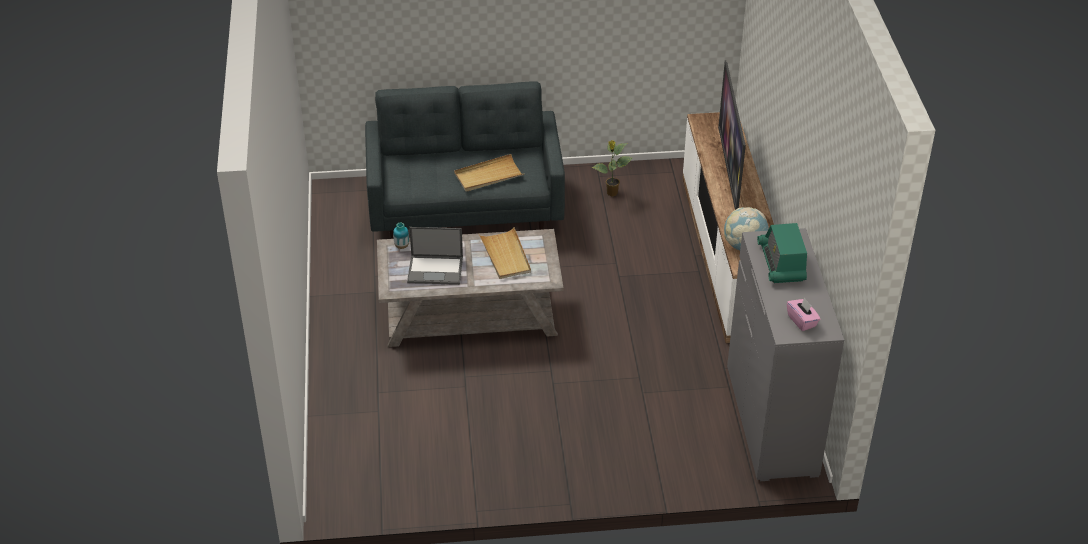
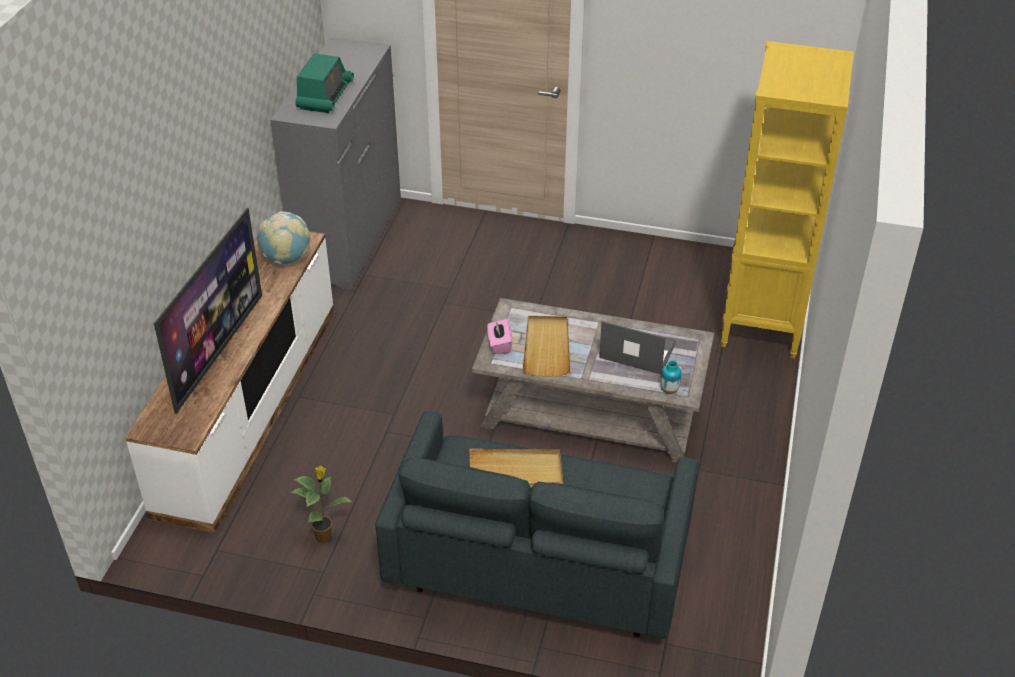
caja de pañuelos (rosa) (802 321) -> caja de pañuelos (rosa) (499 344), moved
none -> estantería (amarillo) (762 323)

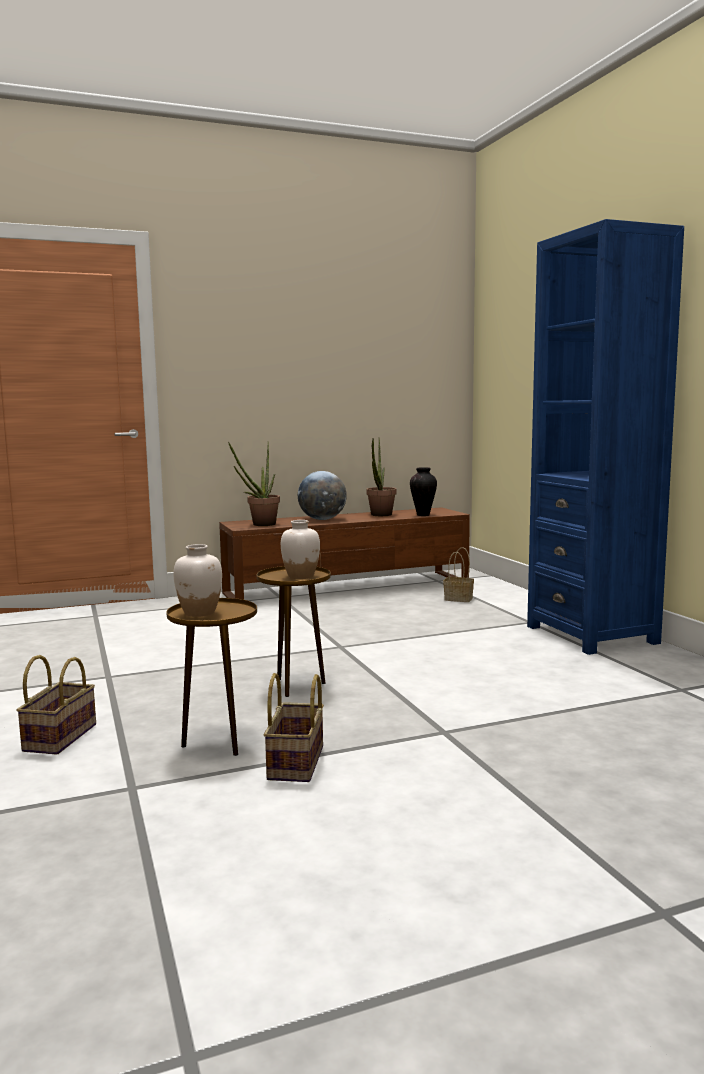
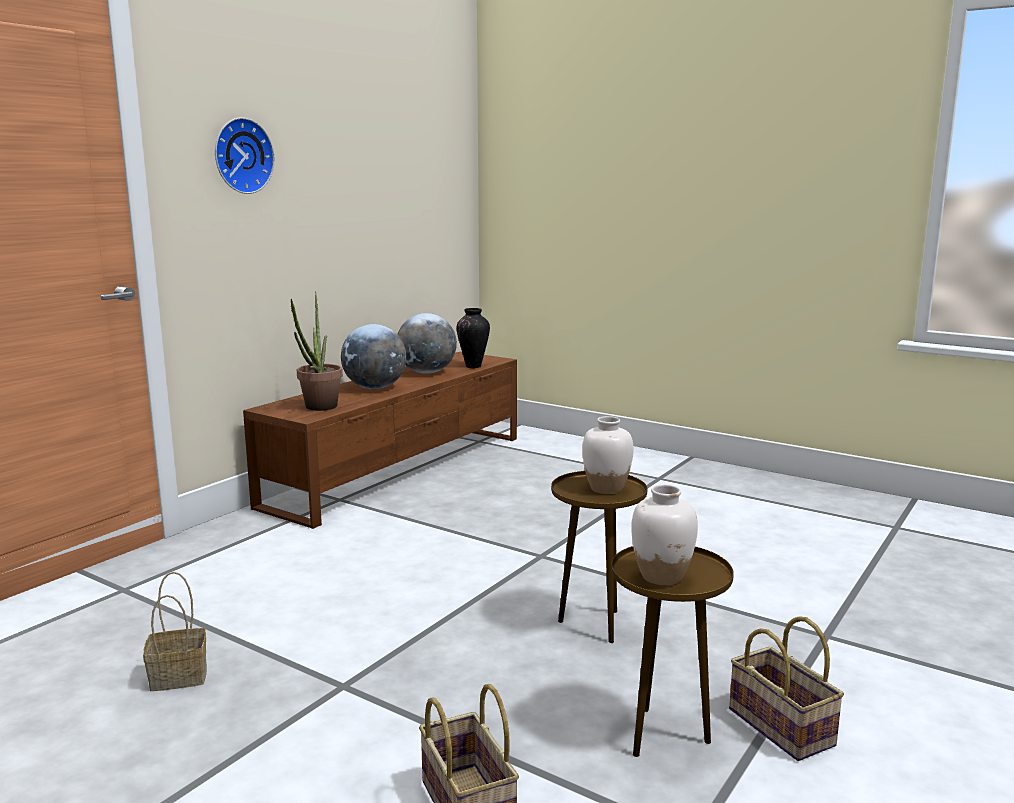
cesta (459 599) -> cesta (181 676), moved
none -> reloj de pared (241 156)
planta en maceta (380 515) -> globo terráqueo (426 372)
estantería (azul) (591 634) -> none

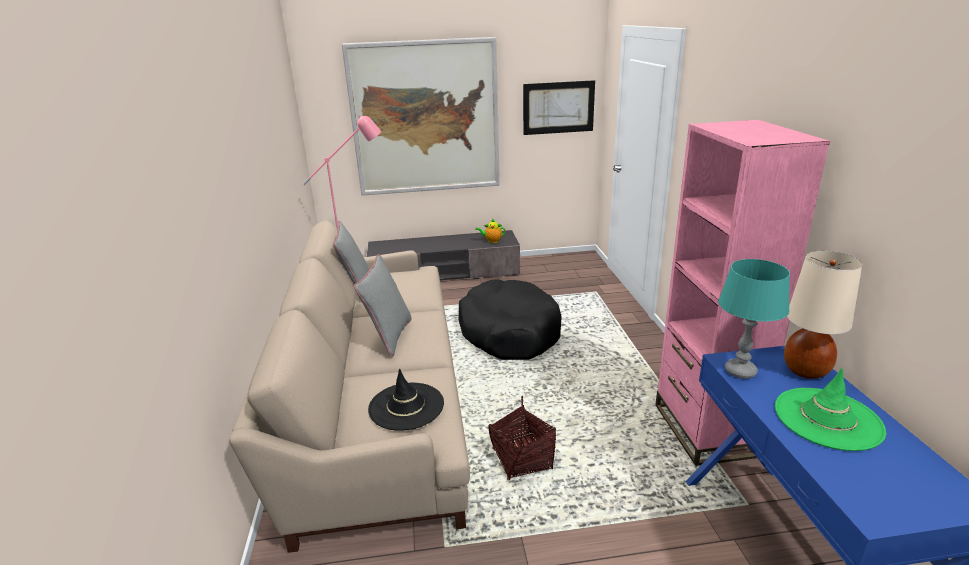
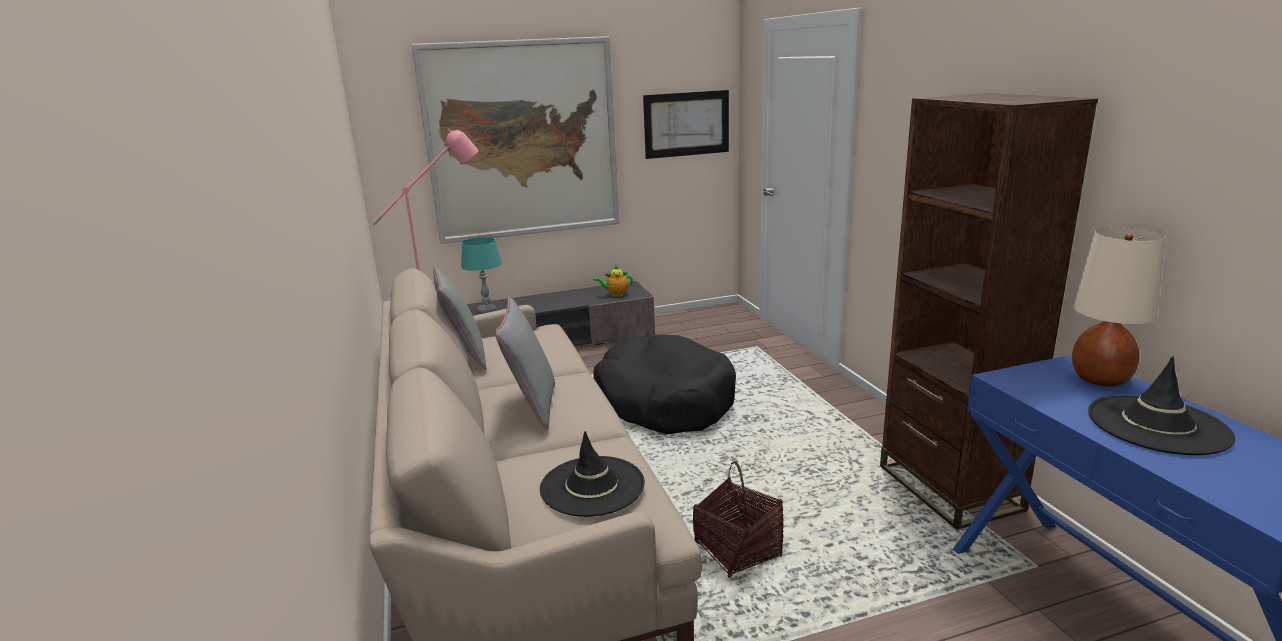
lámpara de mesa (turquesa) (740 371) -> lámpara de mesa (turquesa) (487 310), moved
estantería (rosa) (703 430) -> estantería (marrón) (948 488)
sombrero (verde) (827 419) -> sombrero (negro) (1157 425)

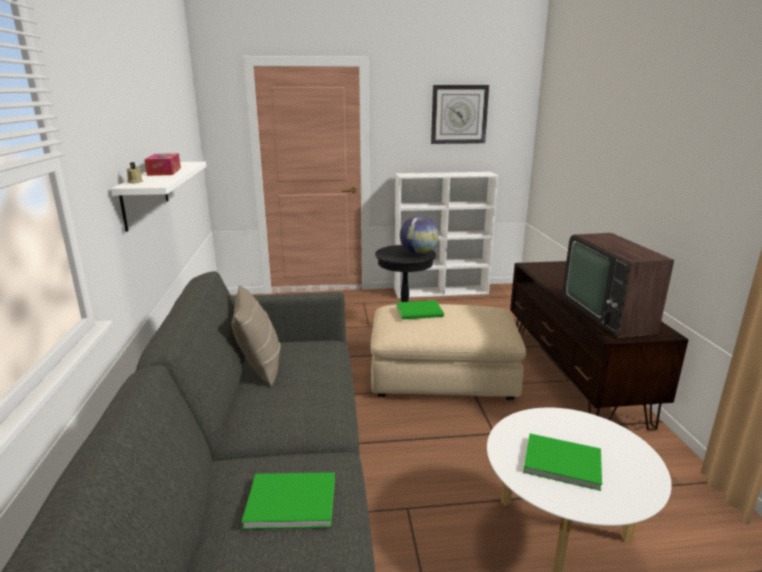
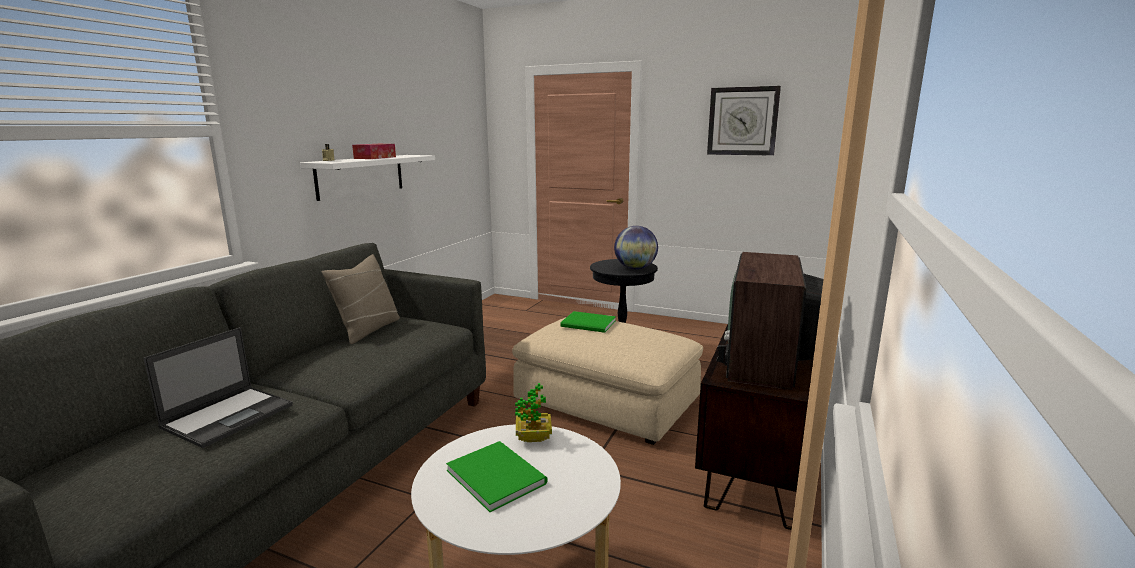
libro (verde) (289 500) -> portátil (229 415)
none -> planta en maceta (533 437)
estantería (blanco) (442 291) -> none

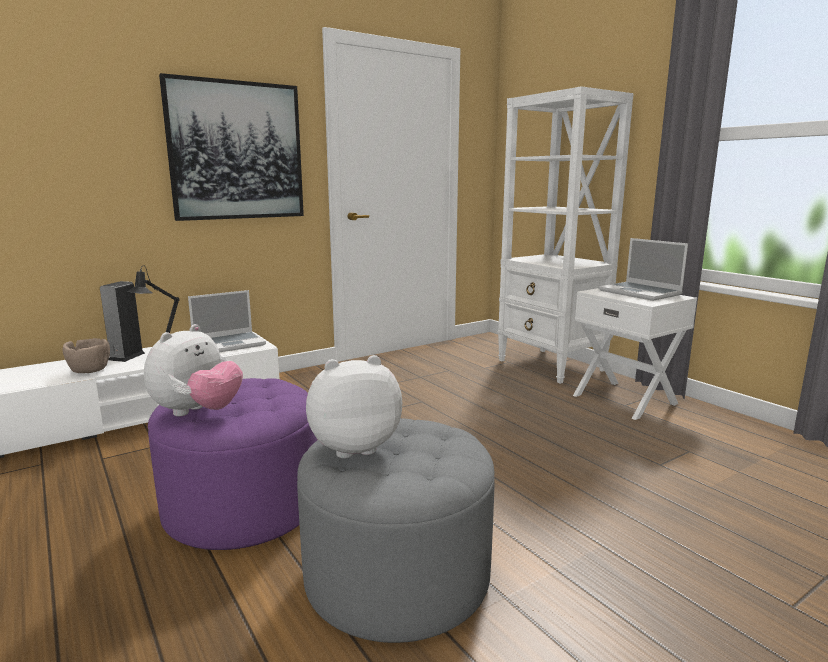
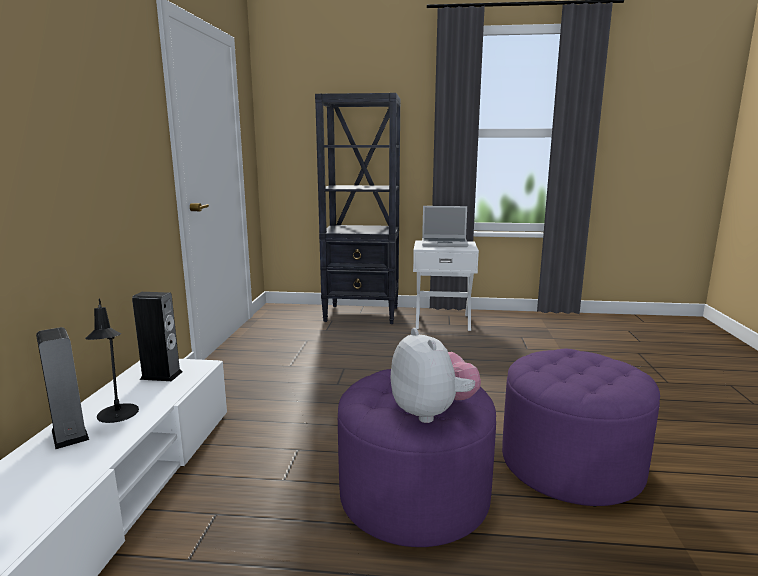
portátil (229 344) -> altavoz (161 375)
estantería (blanco) (551 366) -> estantería (negro) (362 314)
puf (gris) (397 575) -> puf (morado) (571 464)
cuenco (marrón) (89 371) -> none
cuadro (236 151) -> none
peluche (353 447) -> none

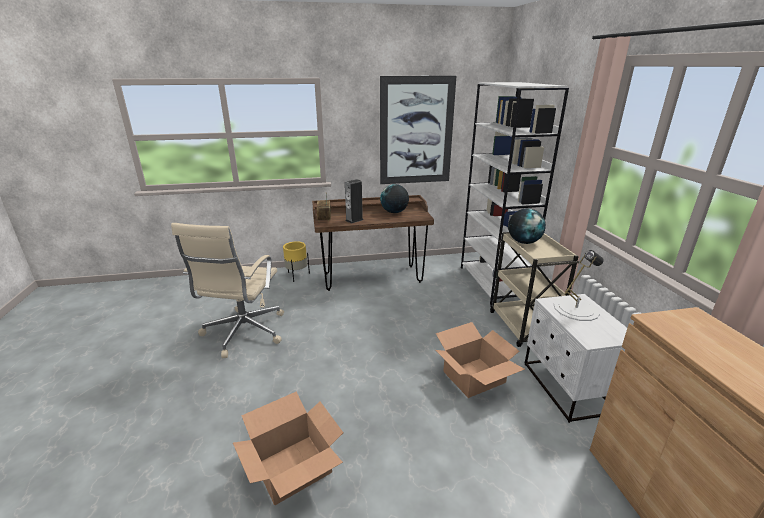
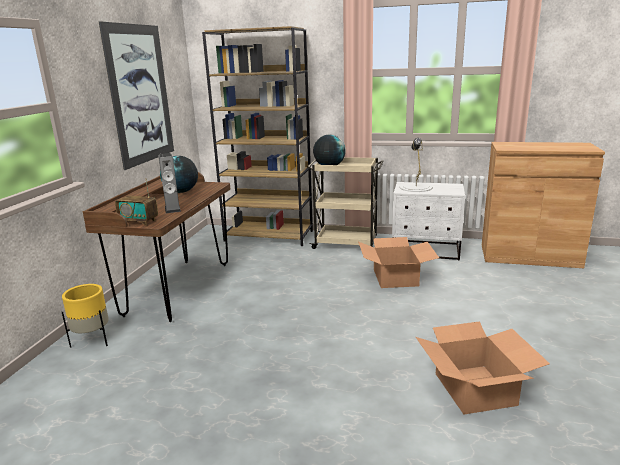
estantería (blanco) (493 283) -> estantería (marrón) (269 236)
silla de oficina (beis) (243 333) -> none

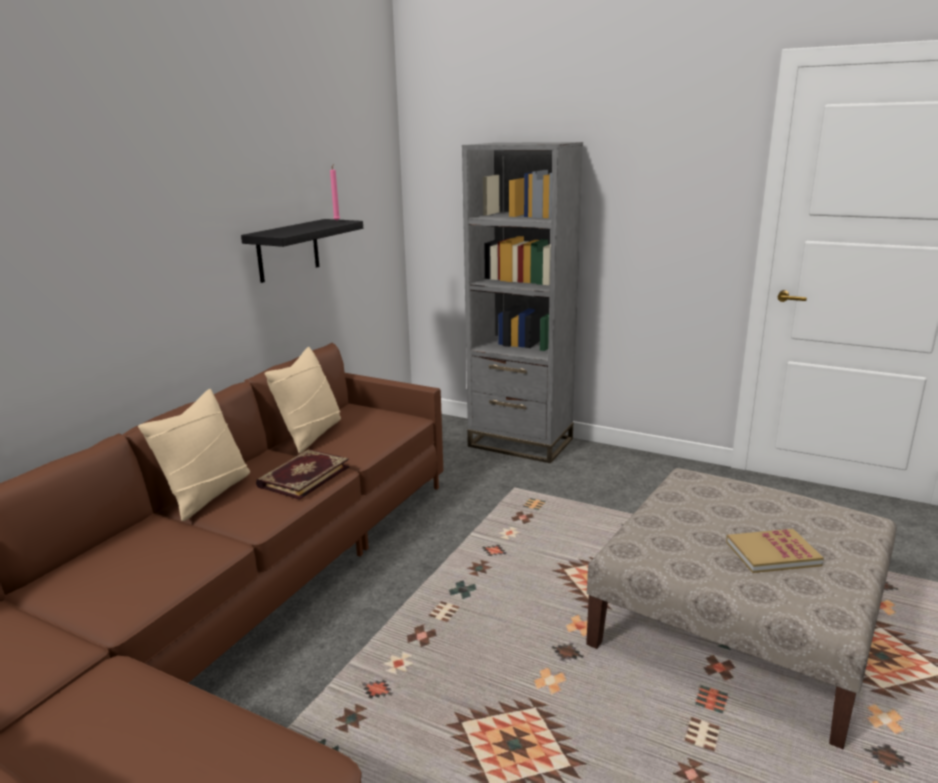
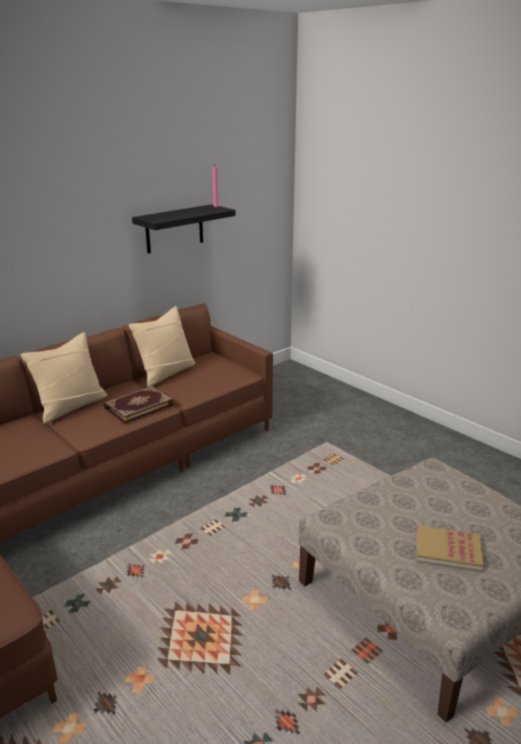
estantería (gris) (520 443) -> none

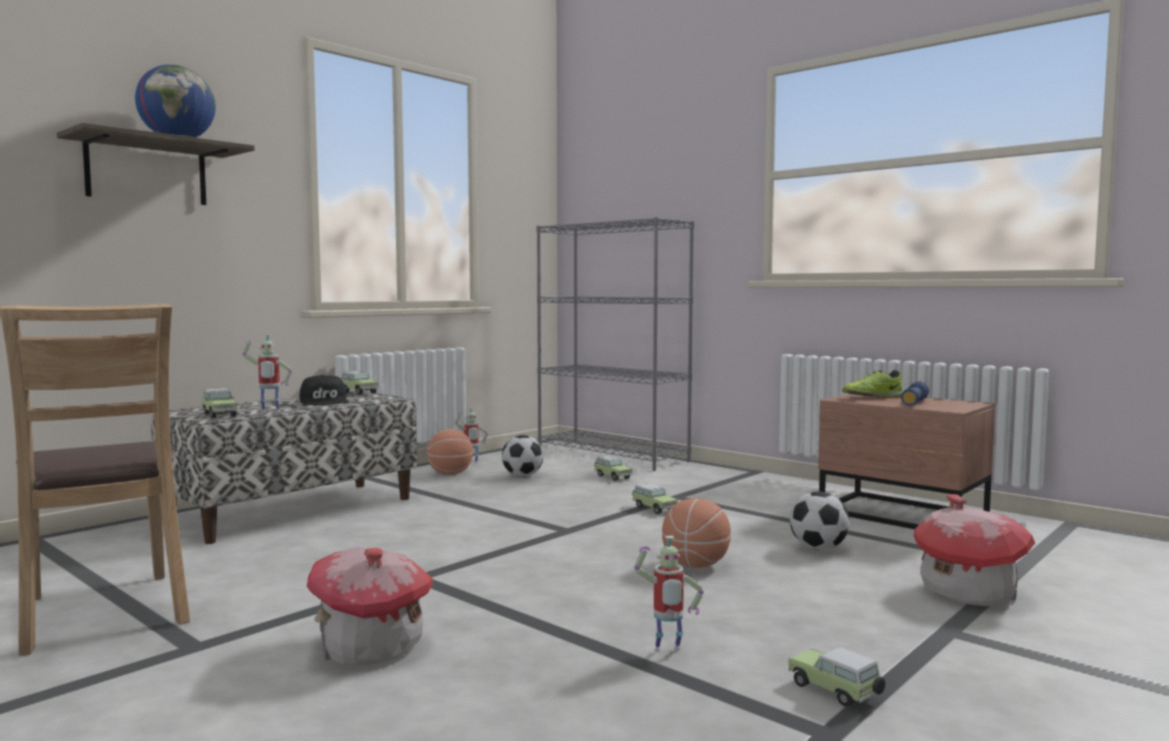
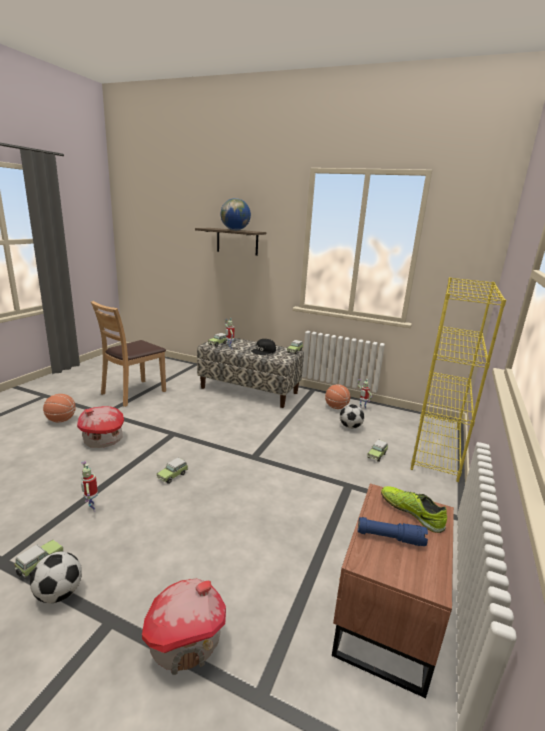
balón de fútbol (818 548) -> balón de fútbol (59 593), moved
balón de baloncesto (695 565) -> balón de baloncesto (61 420), moved
coche de juguete (653 509) -> coche de juguete (173 475), moved
estantería (gris) (613 455) -> estantería (amarillo) (437 447)

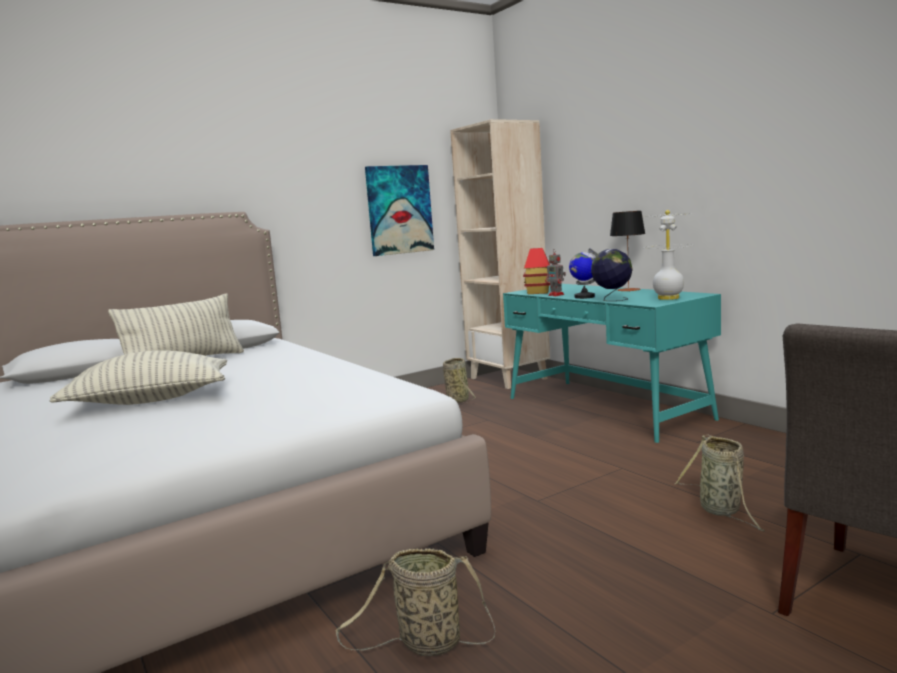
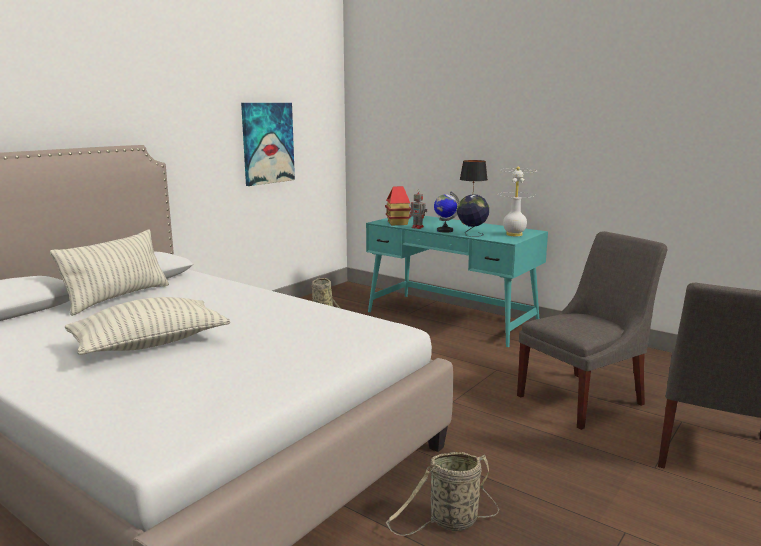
cesta (722 511) -> silla (gris) (584 398)
estantería (beis) (509 378) -> none

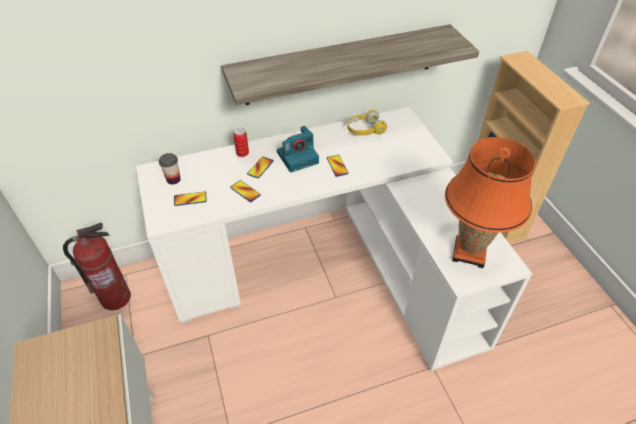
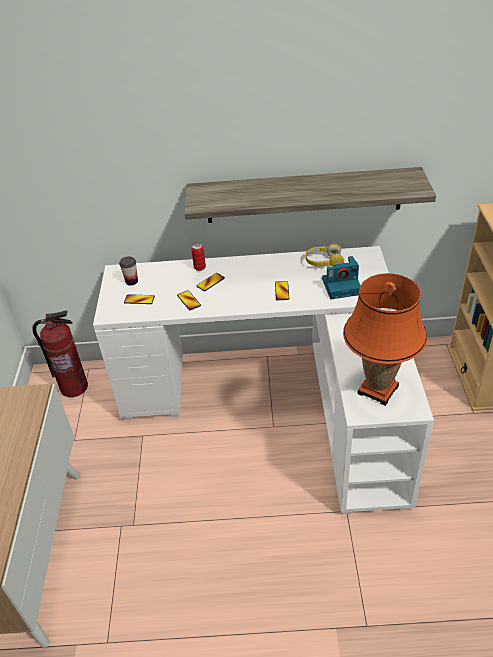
cámara (298 157) -> cámara (342 286), moved

